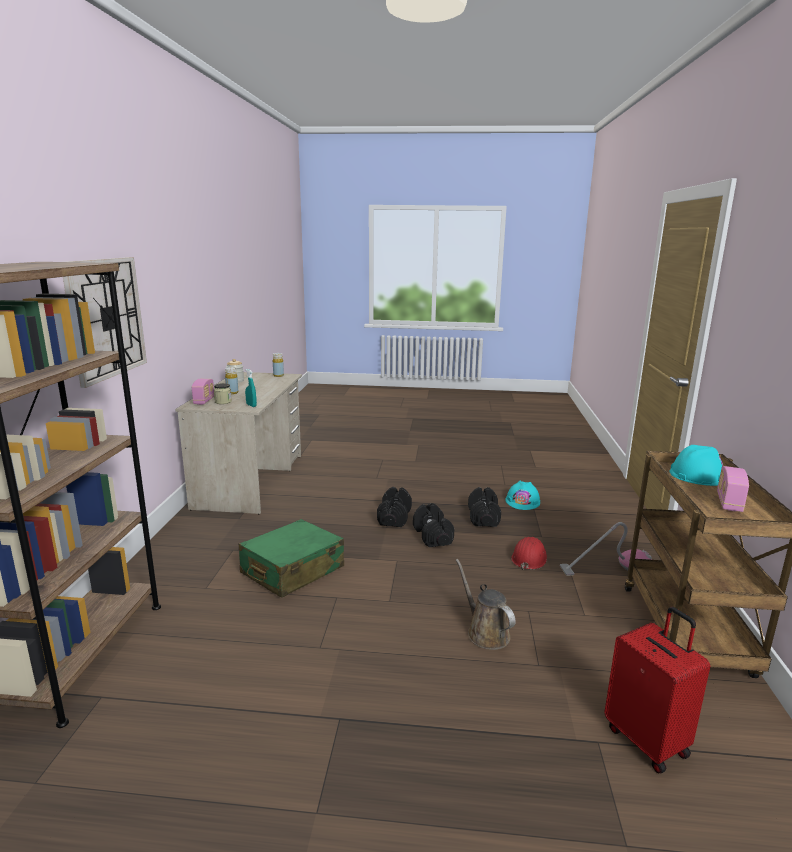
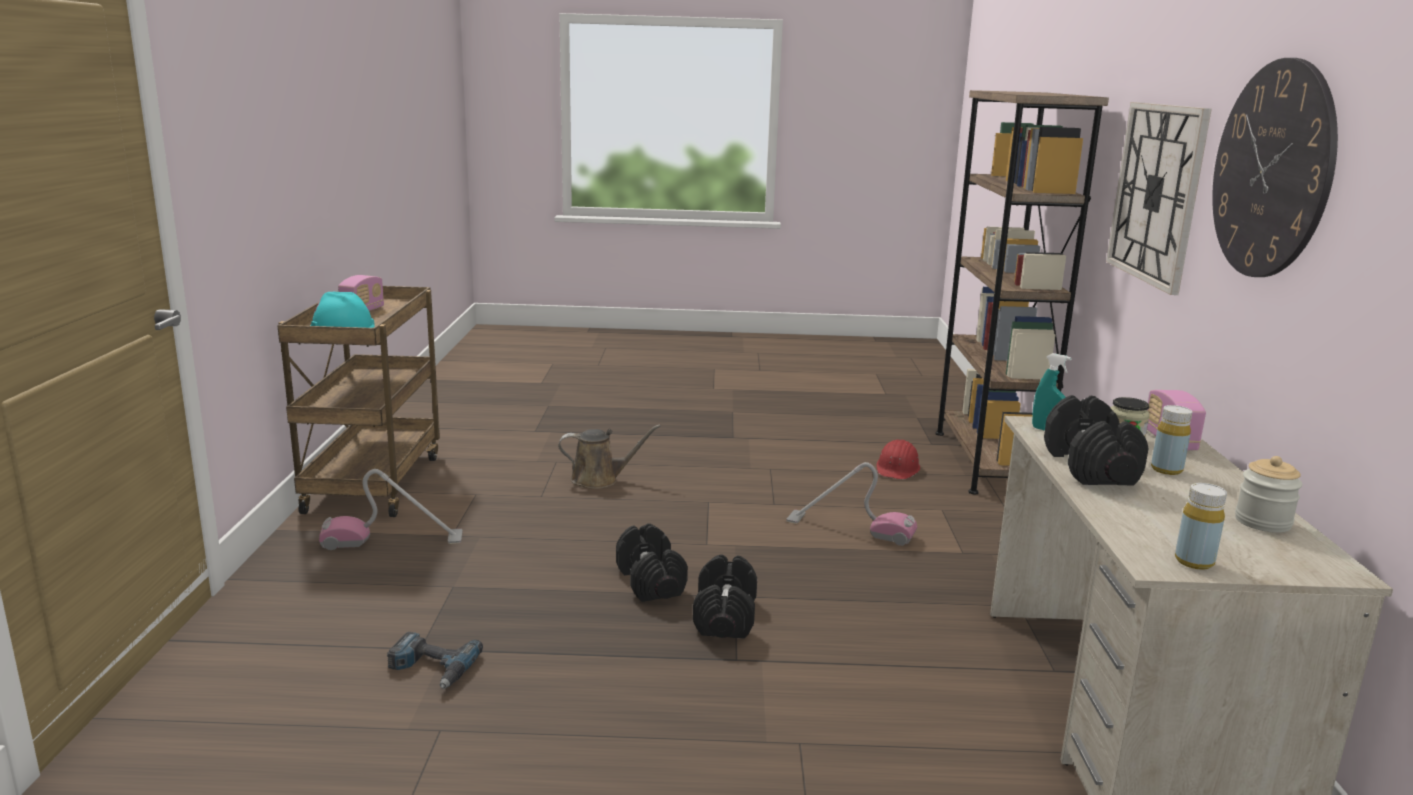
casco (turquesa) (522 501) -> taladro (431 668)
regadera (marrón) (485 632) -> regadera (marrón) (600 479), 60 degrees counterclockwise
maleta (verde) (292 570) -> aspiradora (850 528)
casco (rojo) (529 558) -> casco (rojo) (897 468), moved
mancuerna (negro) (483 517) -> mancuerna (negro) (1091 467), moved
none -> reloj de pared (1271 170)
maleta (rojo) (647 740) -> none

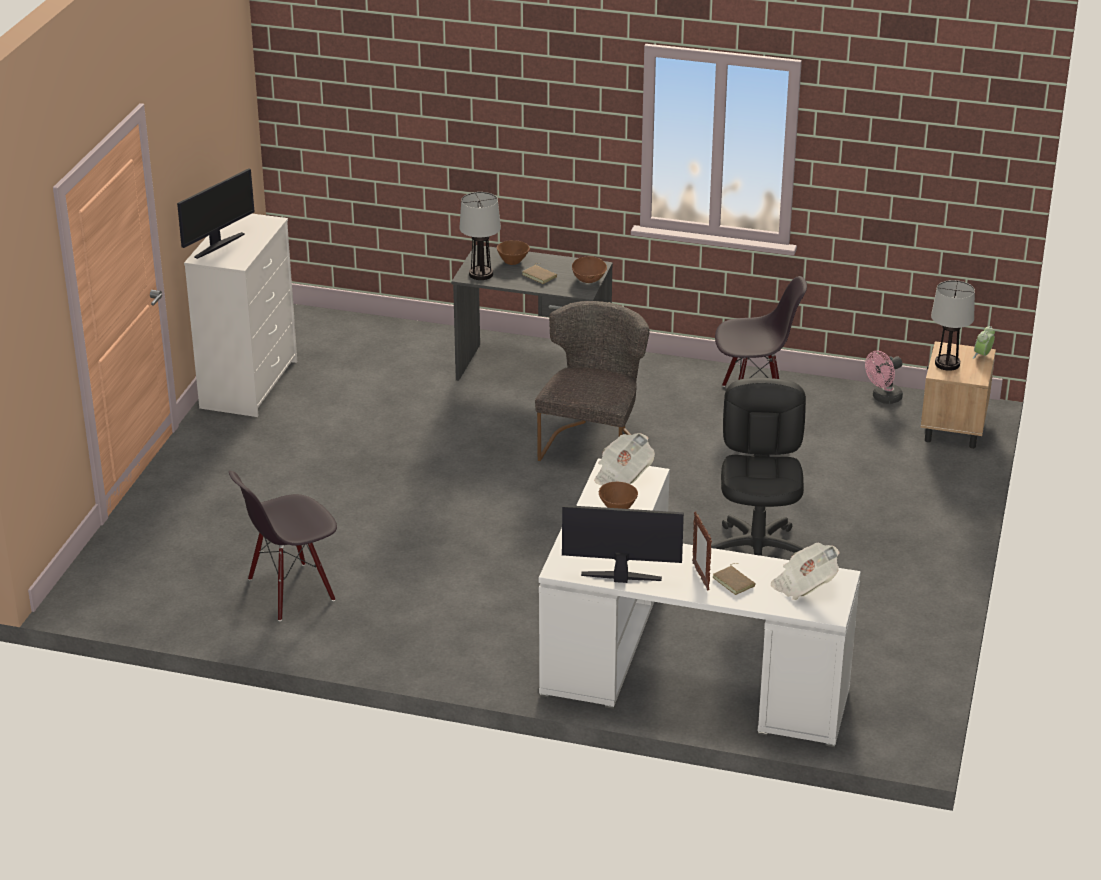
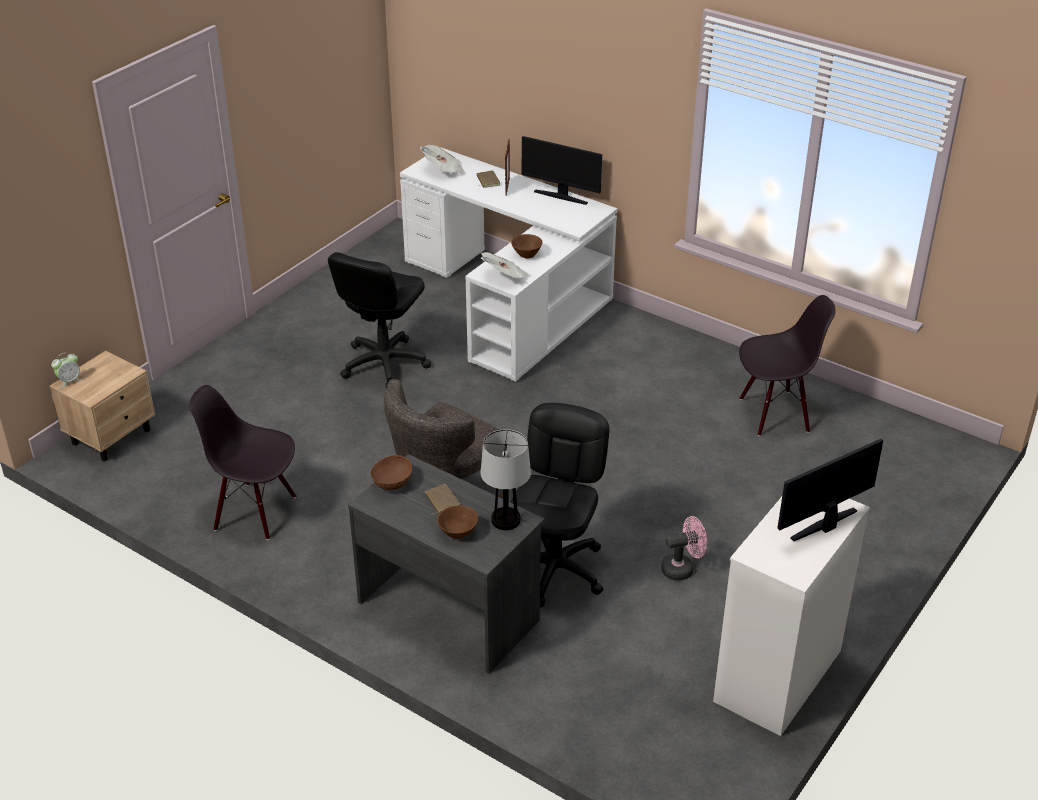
none -> silla de oficina (negro) (555 570)
ventilador (rosa) (883 398) -> ventilador (rosa) (682 568), moved
lámpara de mesa (946 364) -> none

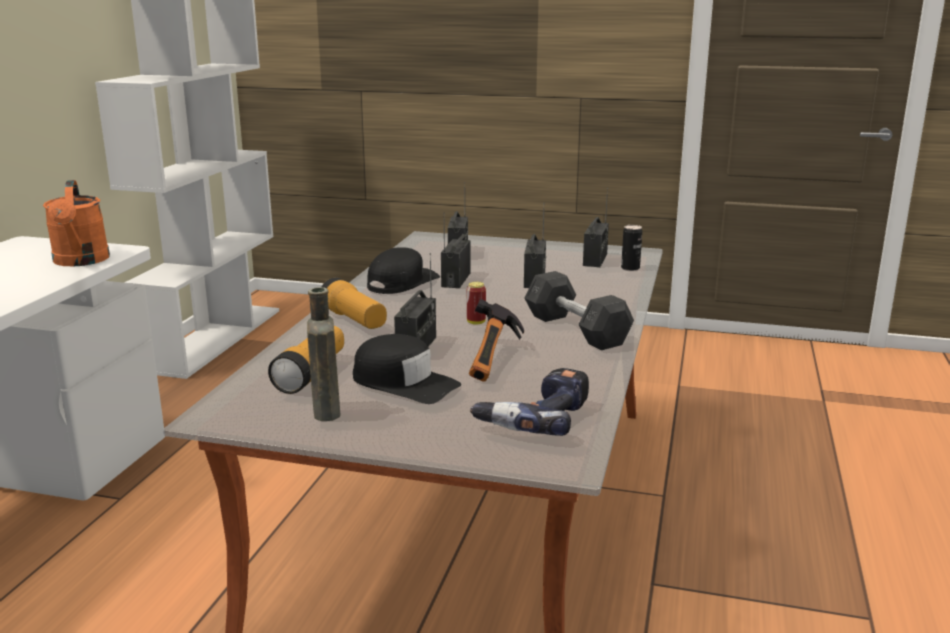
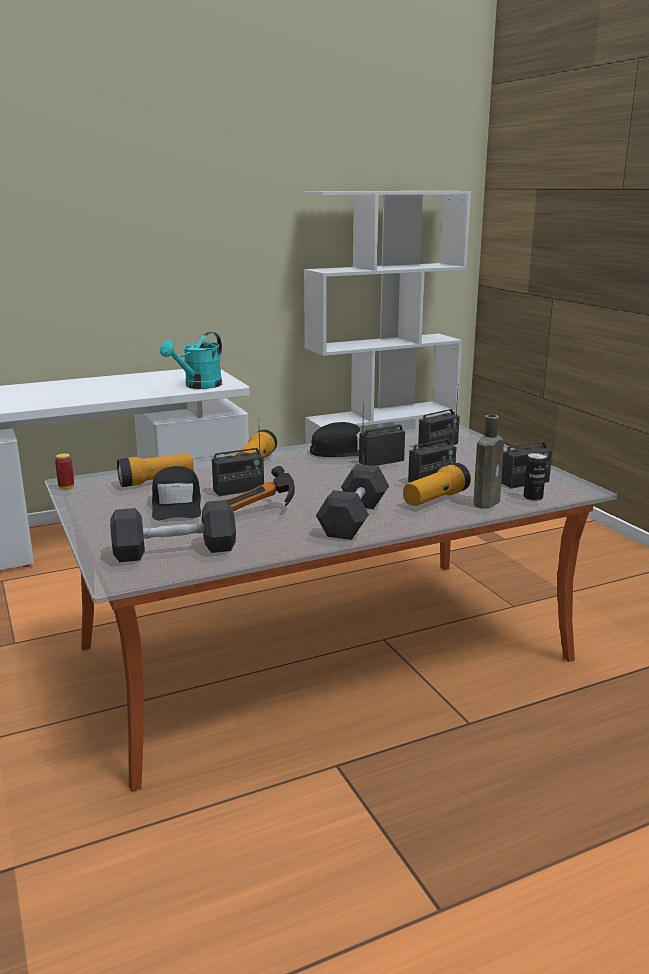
lata (476 322) -> lata (66 487), moved
taladro (535 418) -> mancuerna (gris) (175 551)
regadera (naranja) (81 261) -> regadera (turquesa) (198 386)
none -> linterna (435 499)
botella (marrón) (326 409) -> botella (marrón) (487 502), moved

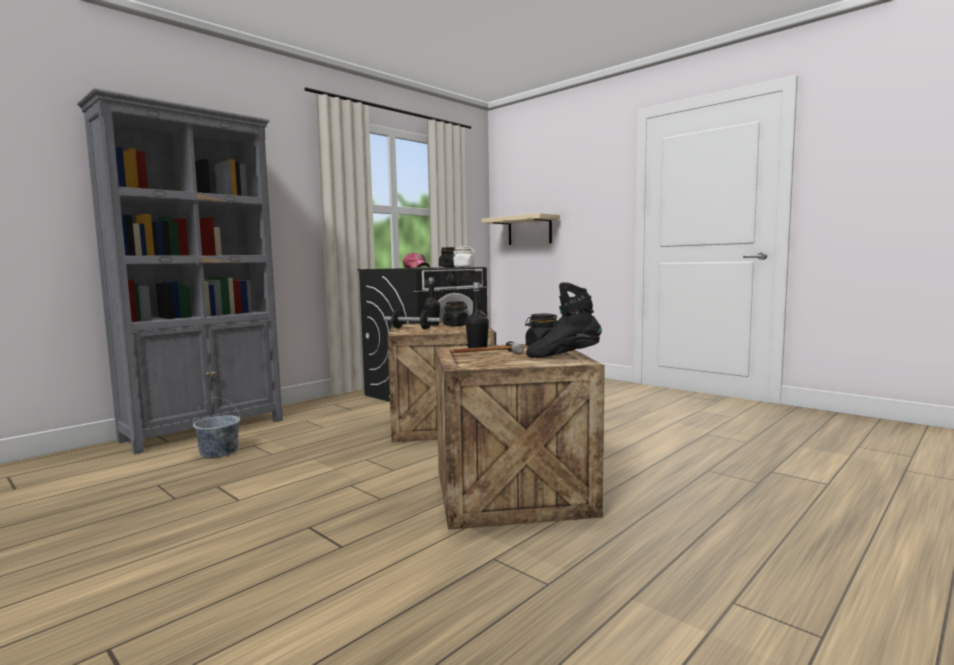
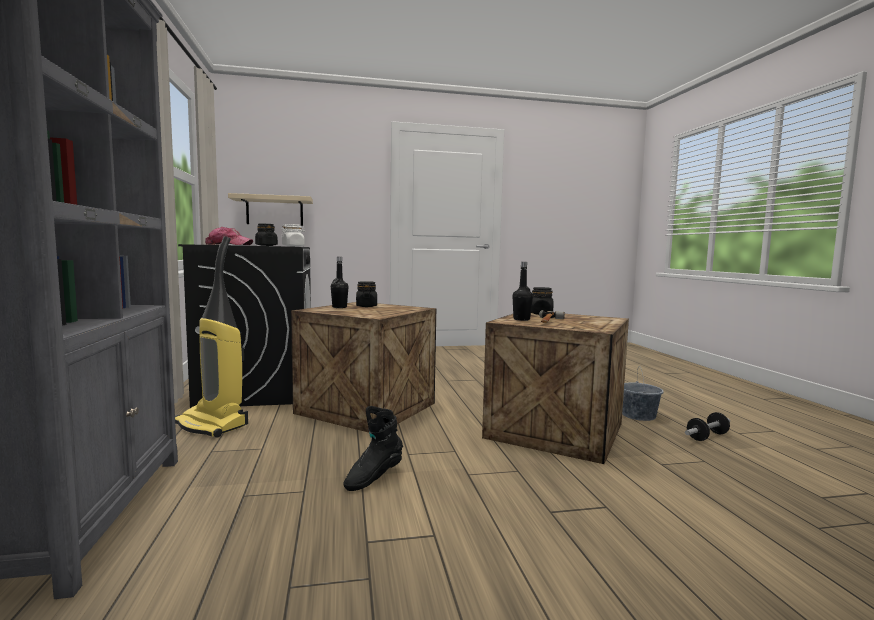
none -> aspiradora (213 425)
bota (negro) (563 356) -> bota (negro) (373 478), moved
cubo (gris) (218 452) -> cubo (gris) (638 416), moved
mancuerna (411 328) -> mancuerna (707 436), moved

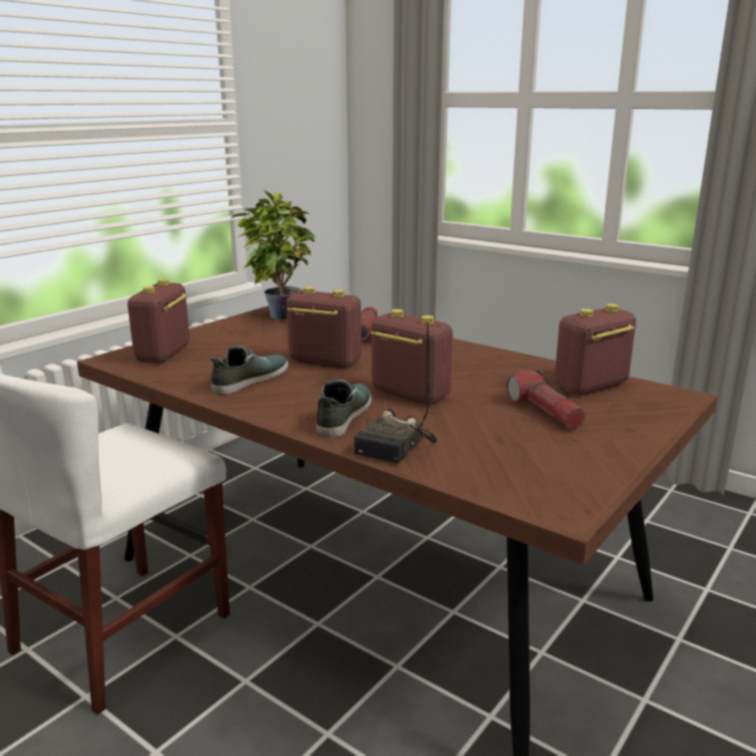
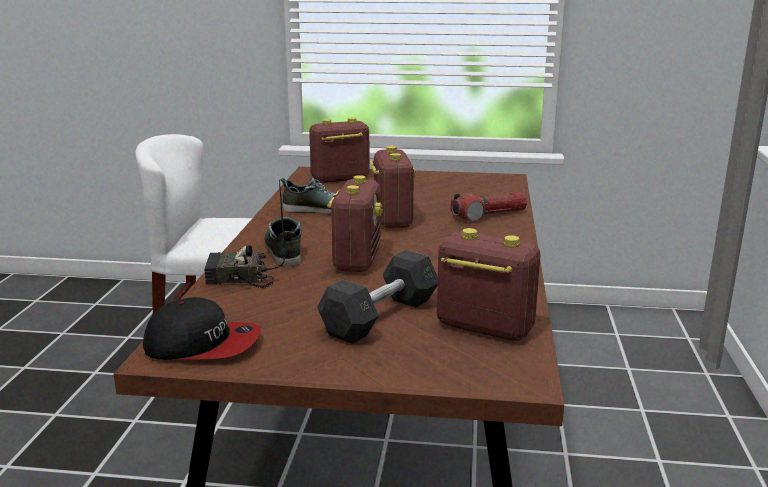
none -> gorra (203 344)
zapato (343 416) -> zapato (283 250), 90 degrees counterclockwise
linterna (544 411) -> mancuerna (gris) (380 317)
planta en maceta (278 315) -> none

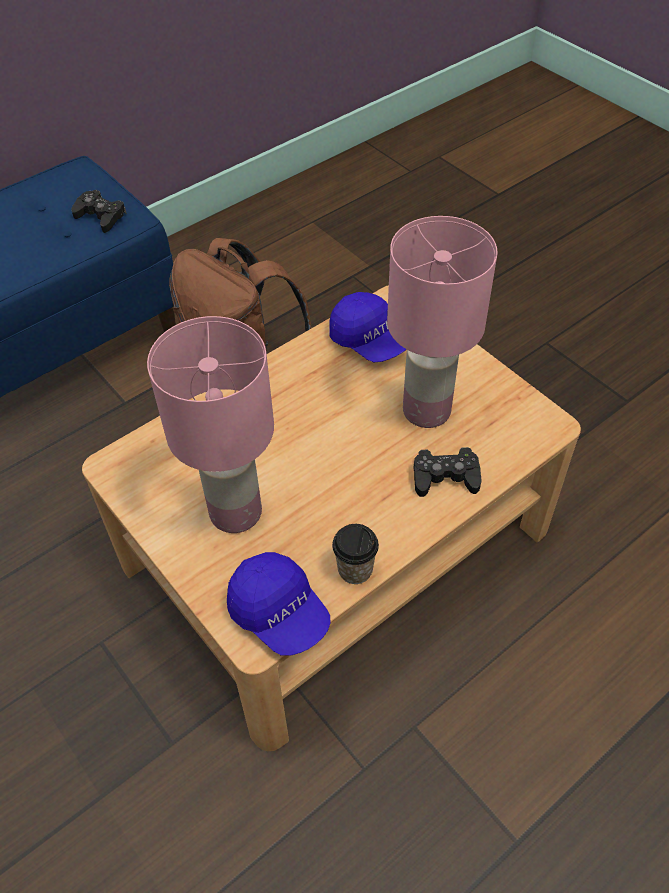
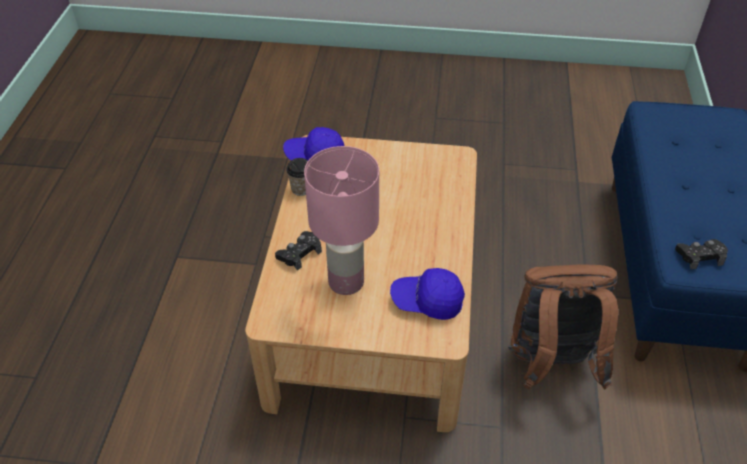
lámpara de mesa (rosa) (237 511) -> none

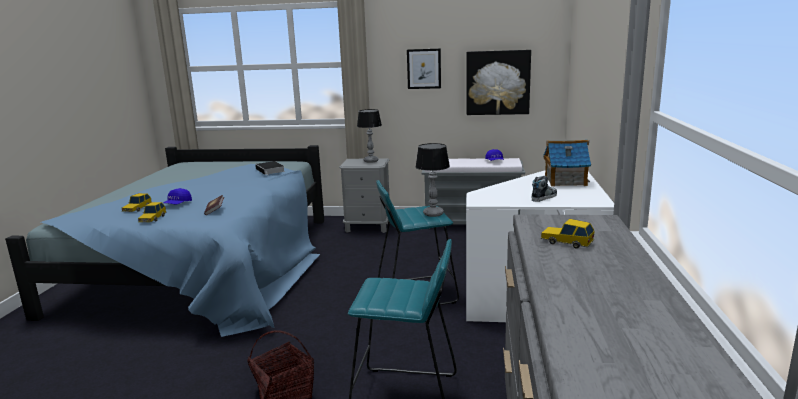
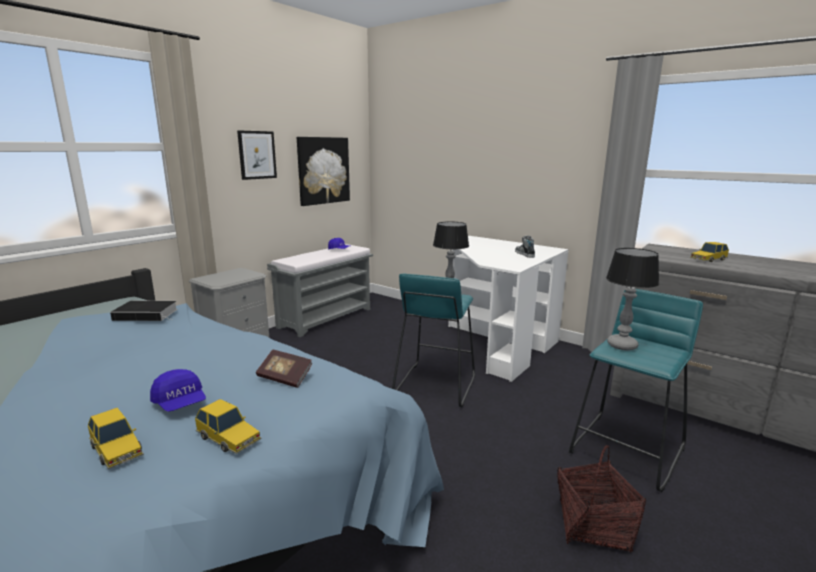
lámpara de mesa (371 161) -> lámpara de mesa (621 345), moved
casita (565 181) -> none

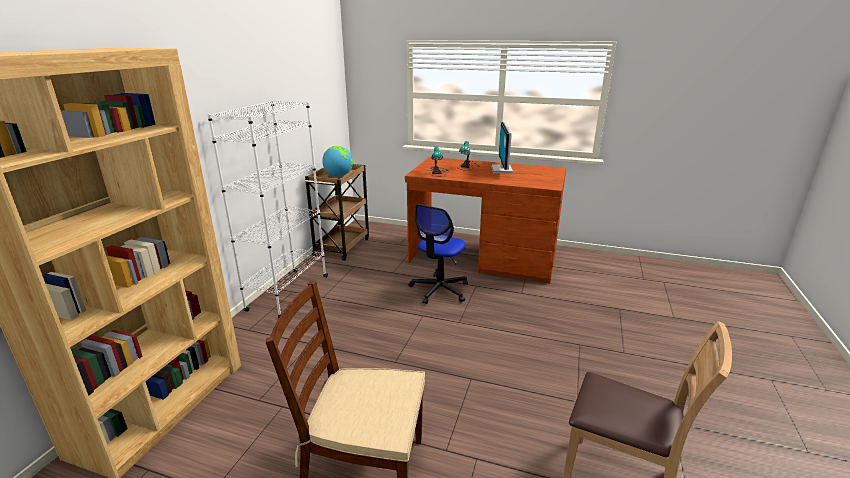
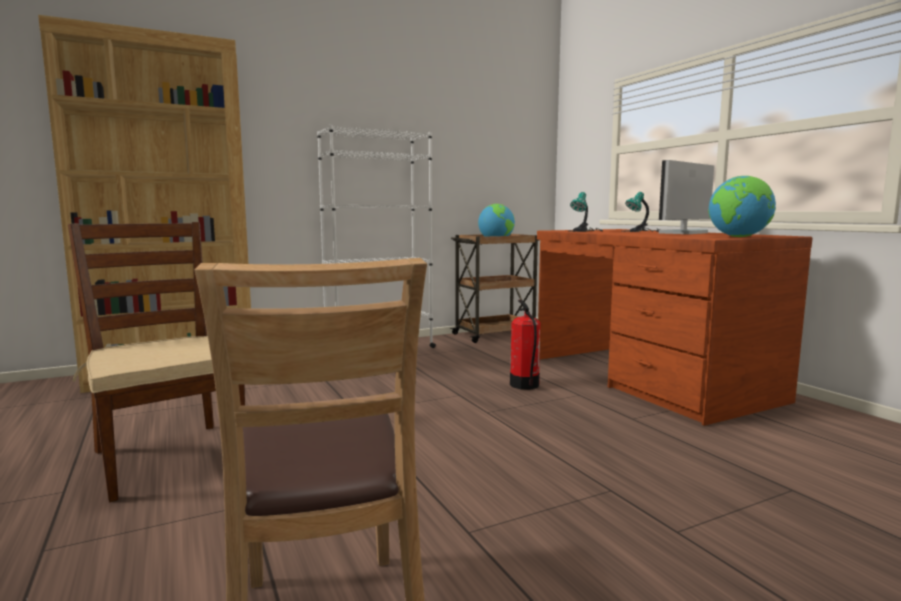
silla de oficina (439 290) -> extintor (524 385)
none -> globo terráqueo (738 237)

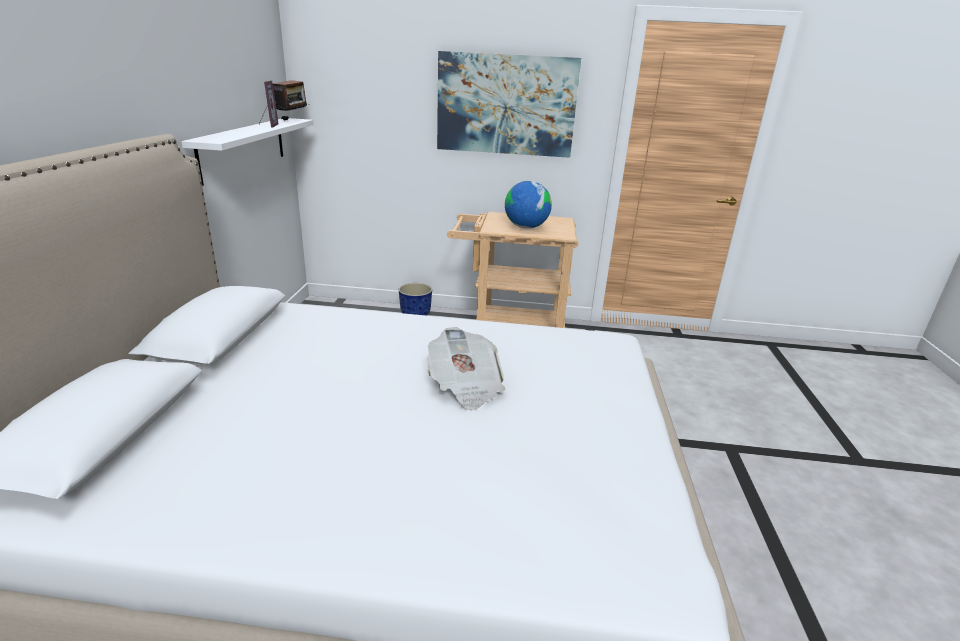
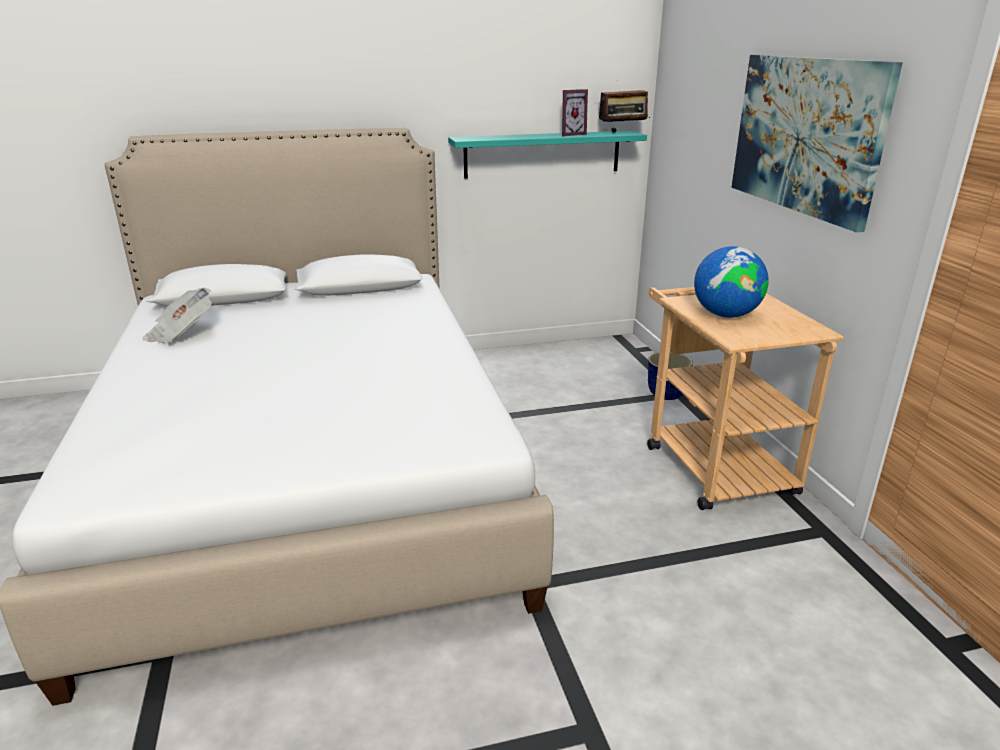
periódico (465 386) -> periódico (181 333), moved
estante (blanco) (243 148) -> estante (turquesa) (542 154)

